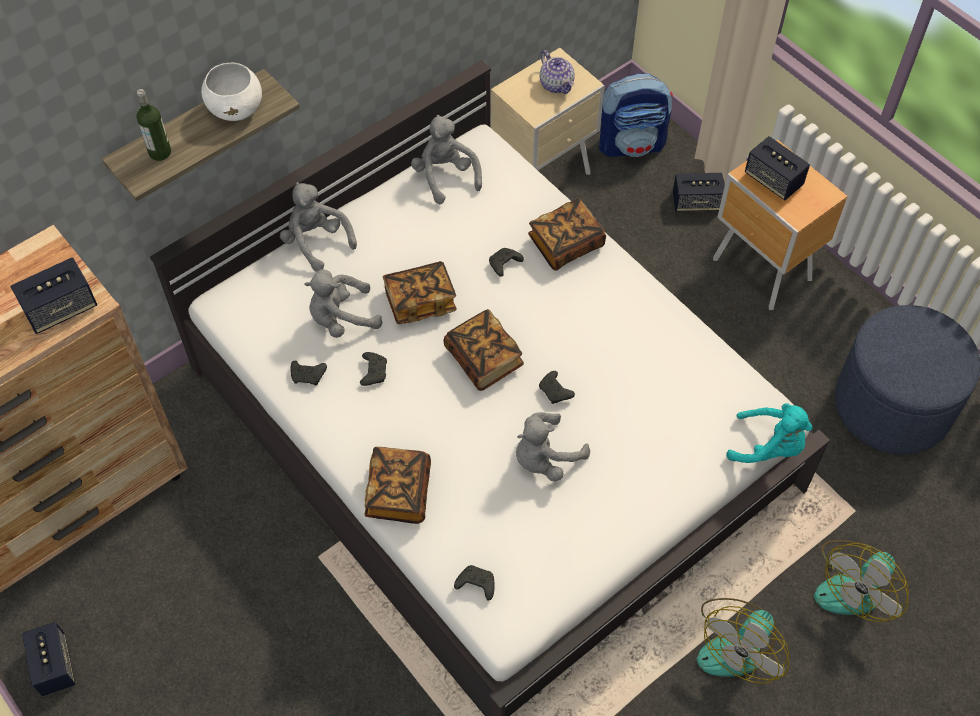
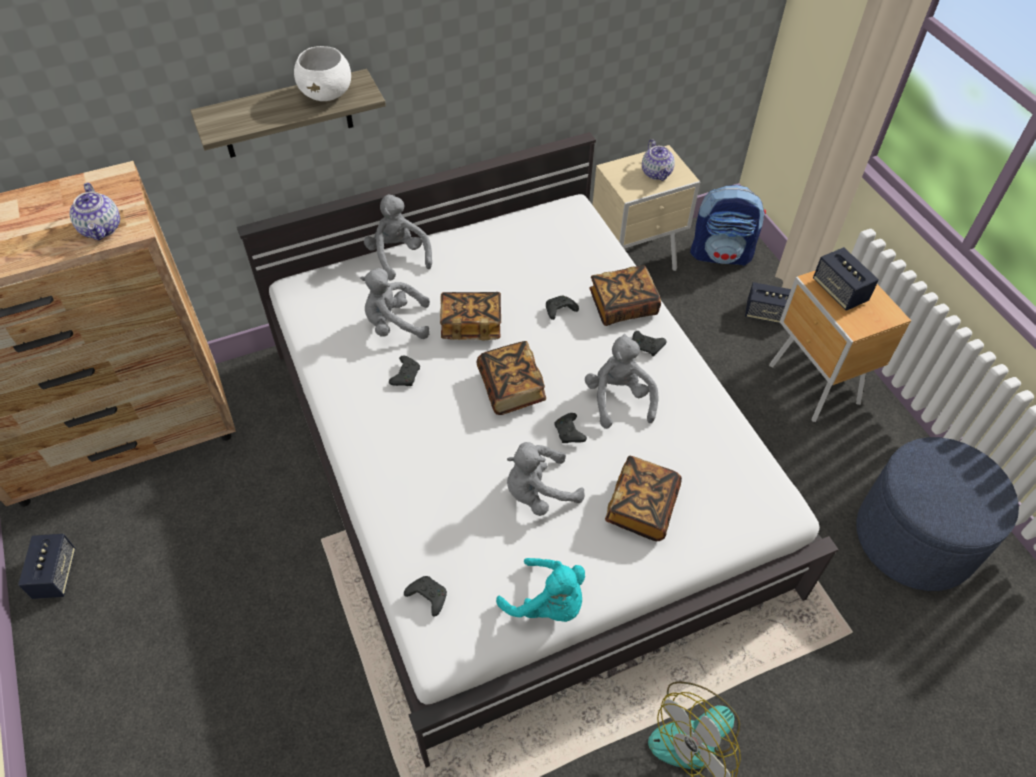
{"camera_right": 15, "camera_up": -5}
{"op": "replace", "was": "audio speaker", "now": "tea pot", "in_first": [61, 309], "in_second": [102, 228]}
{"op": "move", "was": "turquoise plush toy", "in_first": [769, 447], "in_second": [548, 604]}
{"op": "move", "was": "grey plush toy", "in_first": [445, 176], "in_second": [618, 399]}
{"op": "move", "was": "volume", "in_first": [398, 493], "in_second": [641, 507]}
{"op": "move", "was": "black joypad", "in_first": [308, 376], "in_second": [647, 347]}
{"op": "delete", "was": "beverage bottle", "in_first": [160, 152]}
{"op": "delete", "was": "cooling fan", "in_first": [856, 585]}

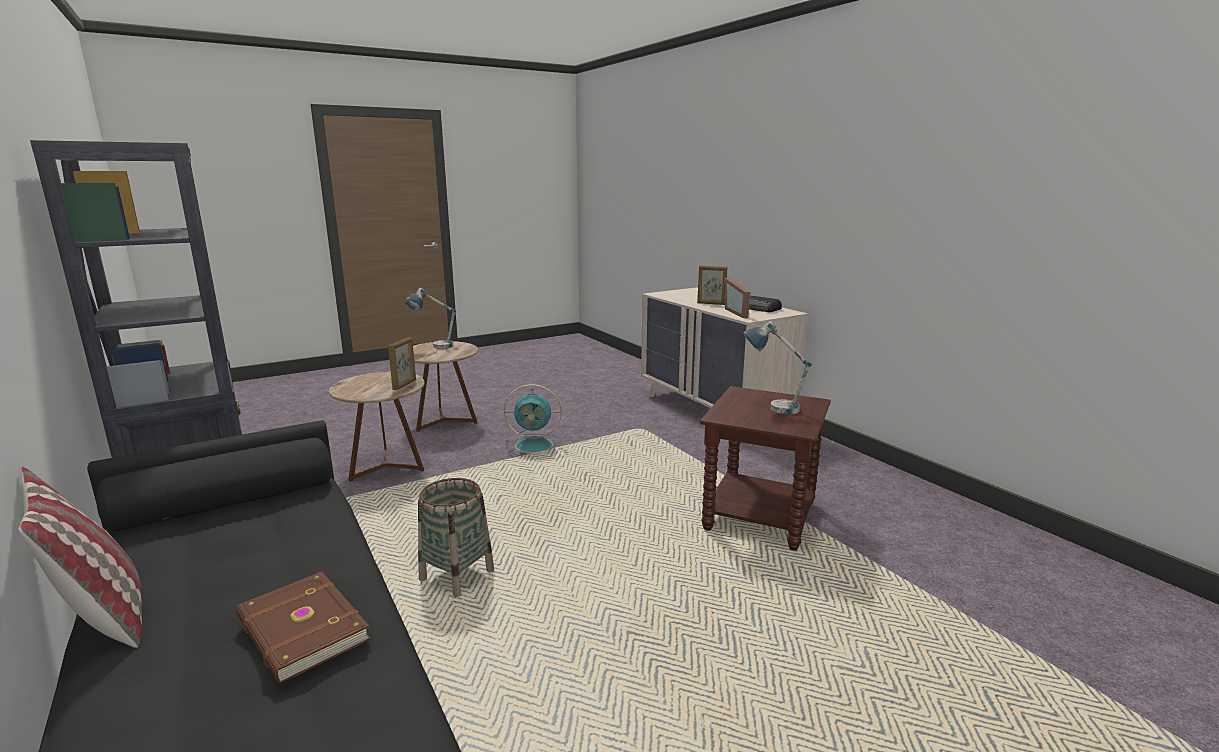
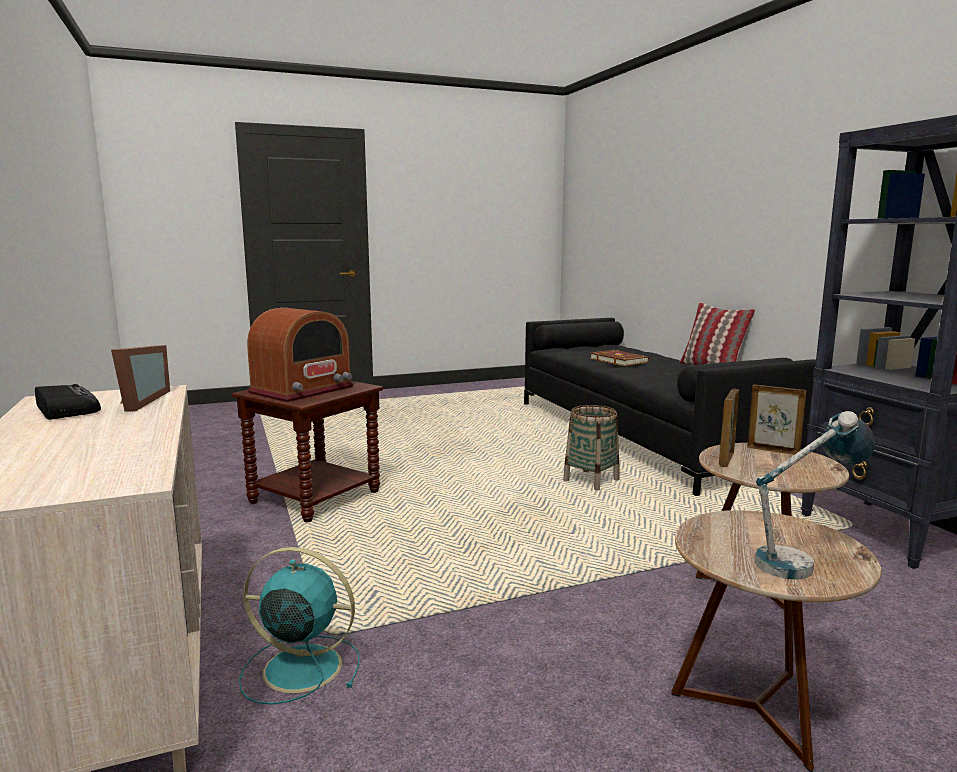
{"camera_right": -170, "camera_up": -5}
{"op": "move", "was": "turquoise cooling fan", "in_first": [536, 445], "in_second": [299, 667]}
{"op": "replace", "was": "table lamp", "now": "radio receiver", "in_first": [771, 407], "in_second": [302, 390]}
{"op": "move", "was": "photo frame", "in_first": [711, 303], "in_second": [773, 450]}

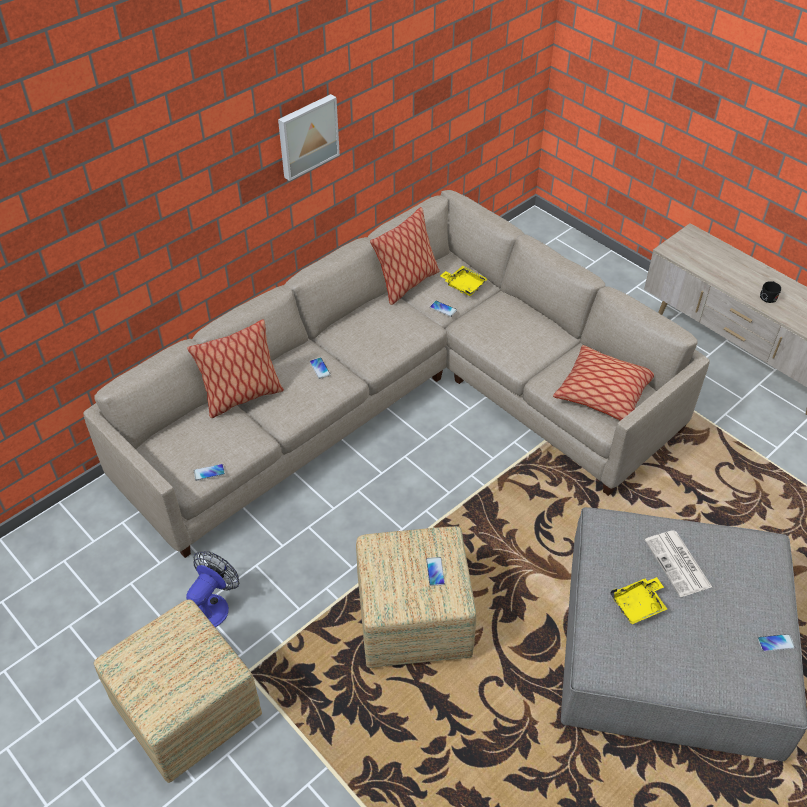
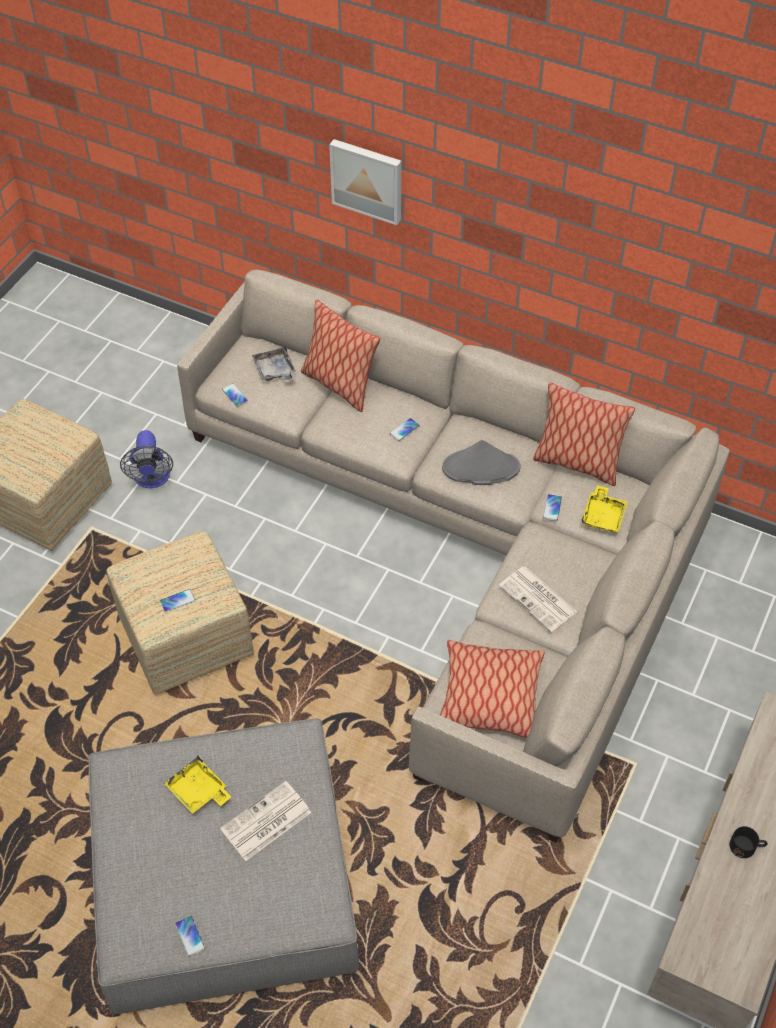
{"camera_right": 70, "camera_up": 5}
{"op": "rotate", "was": "cooling fan", "in_first": [213, 605], "in_second": [152, 479], "clockwise": 75}
{"op": "insert", "now": "grey carrying tray", "in_second": [275, 371]}
{"op": "move", "was": "wall art", "in_first": [307, 136], "in_second": [367, 180]}
{"op": "insert", "now": "grey clothing hat", "in_second": [480, 468]}
{"op": "insert", "now": "printed paper", "in_second": [539, 599]}

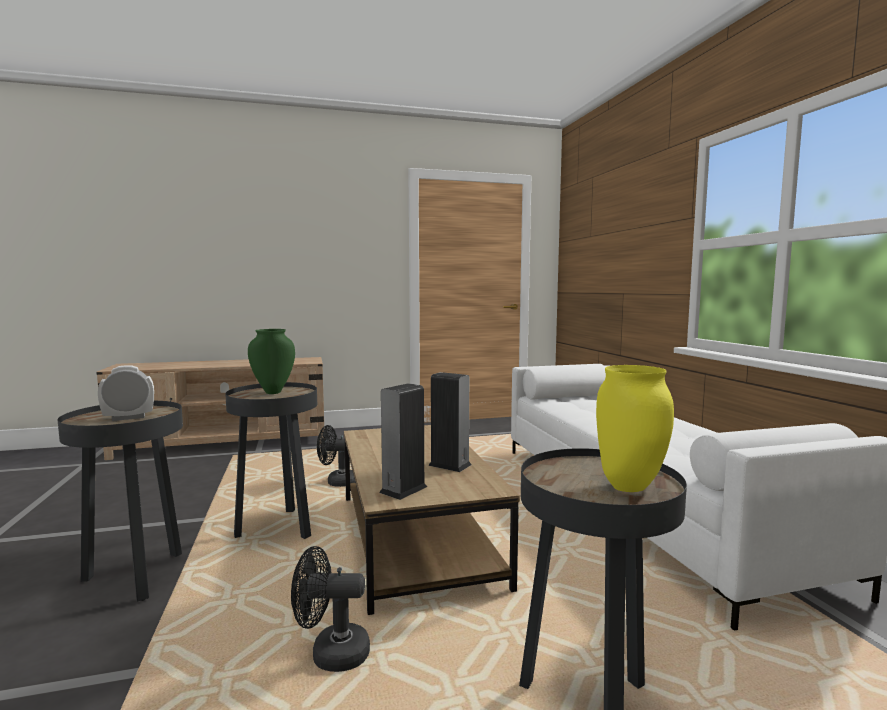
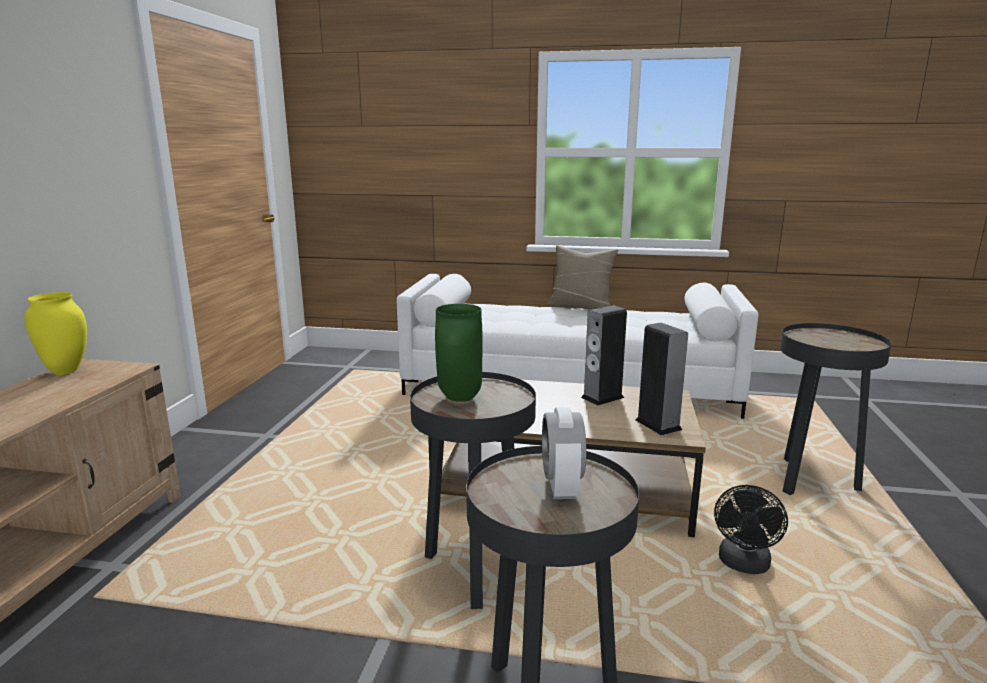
{"camera_right": -65, "camera_up": 10}
{"op": "move", "was": "yellowish vase", "in_first": [627, 487], "in_second": [65, 371]}
{"op": "insert", "now": "sand-coloured pillow", "in_second": [580, 307]}
{"op": "delete", "was": "black cooling fan", "in_first": [337, 482]}

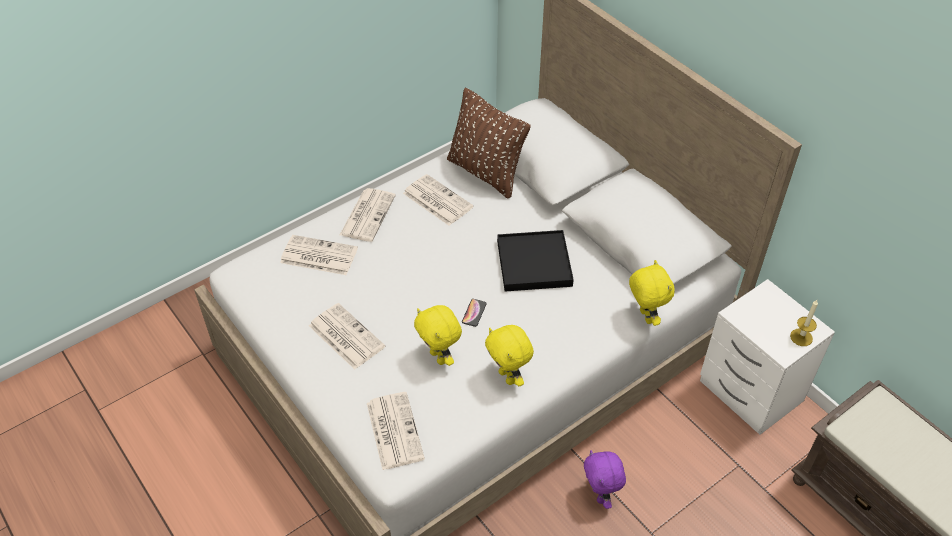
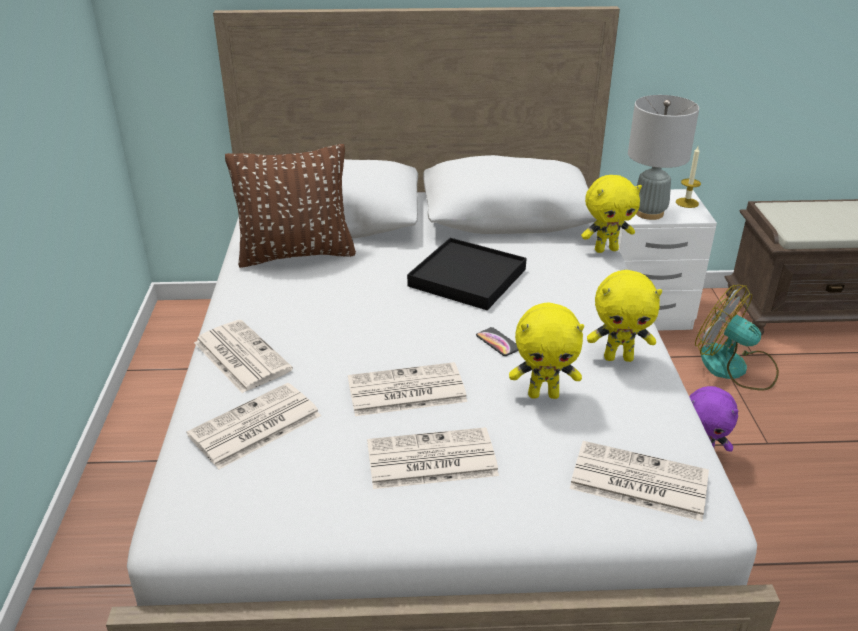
{"camera_right": -55, "camera_up": -15}
{"op": "move", "was": "printed paper", "in_first": [436, 200], "in_second": [405, 391]}
{"op": "rotate", "was": "yellowish plush toy", "in_first": [644, 316], "in_second": [606, 249], "clockwise": 150}
{"op": "insert", "now": "grey table lamp", "in_second": [649, 213]}
{"op": "insert", "now": "cooling fan", "in_second": [734, 368]}

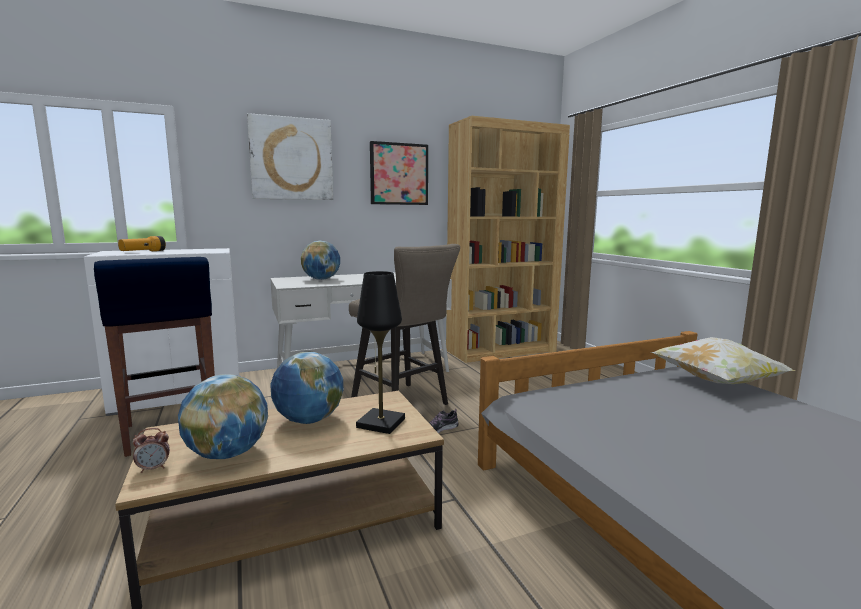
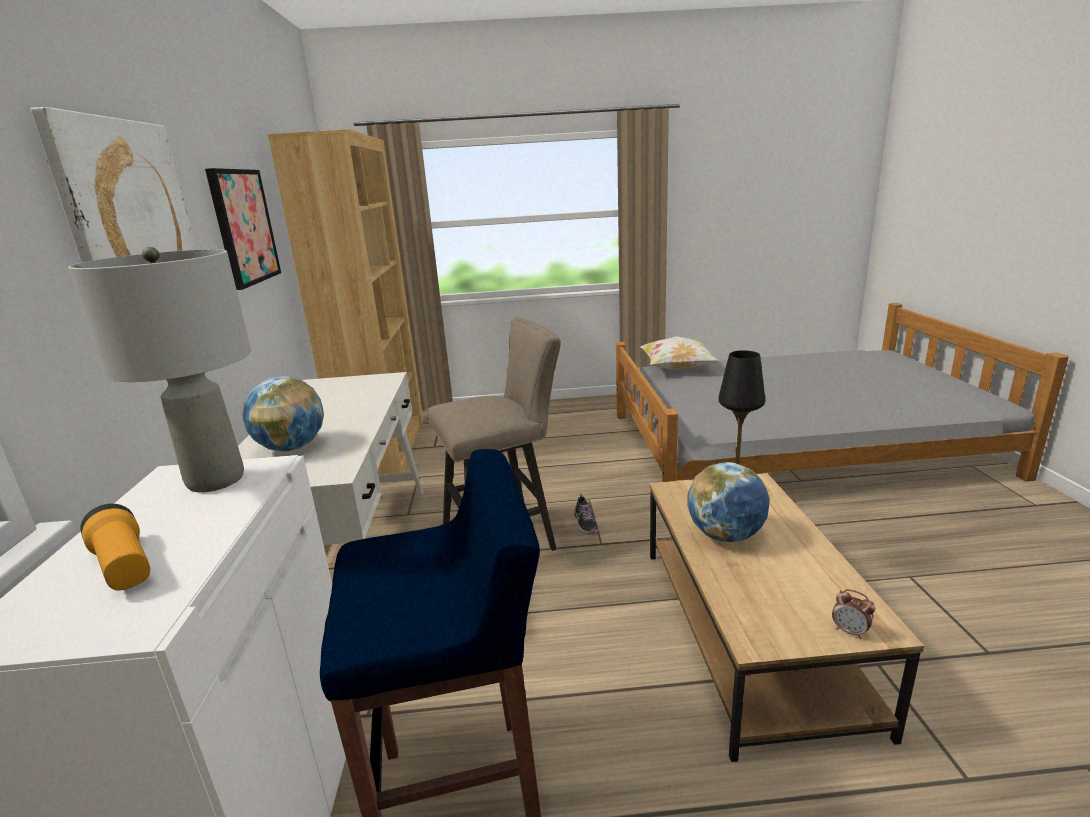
{"camera_right": -70, "camera_up": 10}
{"op": "insert", "now": "grey table lamp", "in_second": [215, 480]}
{"op": "rotate", "was": "bedside clock", "in_first": [154, 468], "in_second": [850, 631], "clockwise": 135}
{"op": "delete", "was": "desk globe", "in_first": [227, 454]}

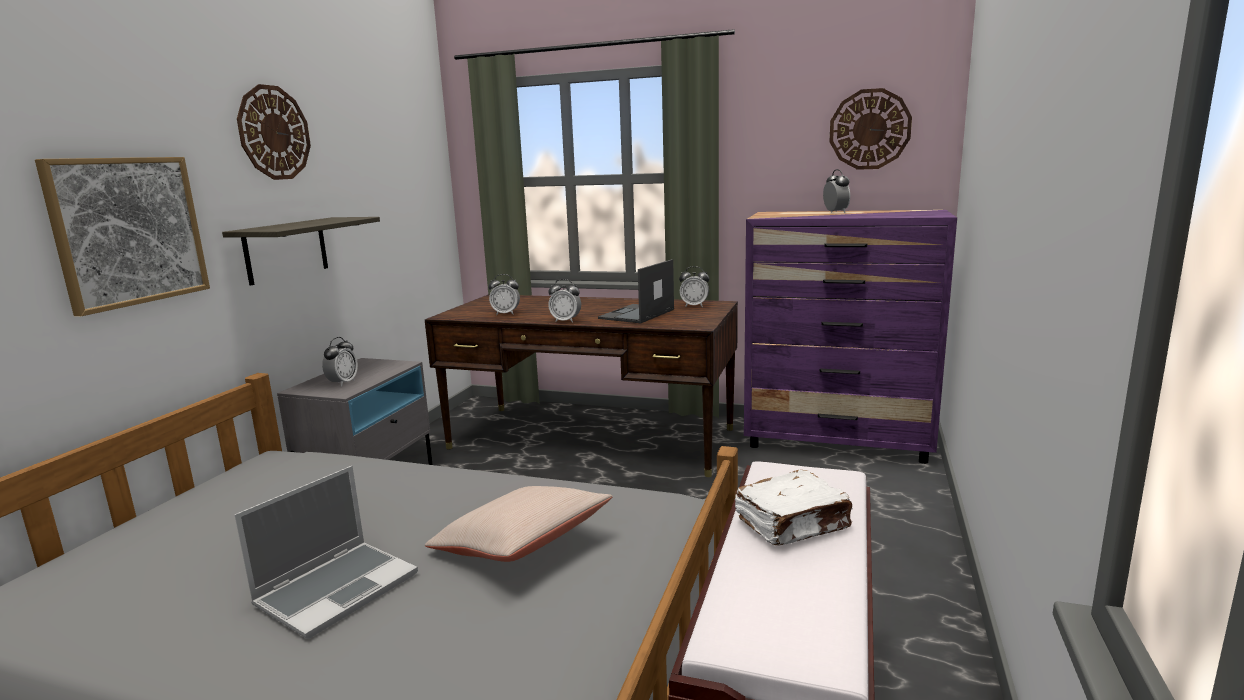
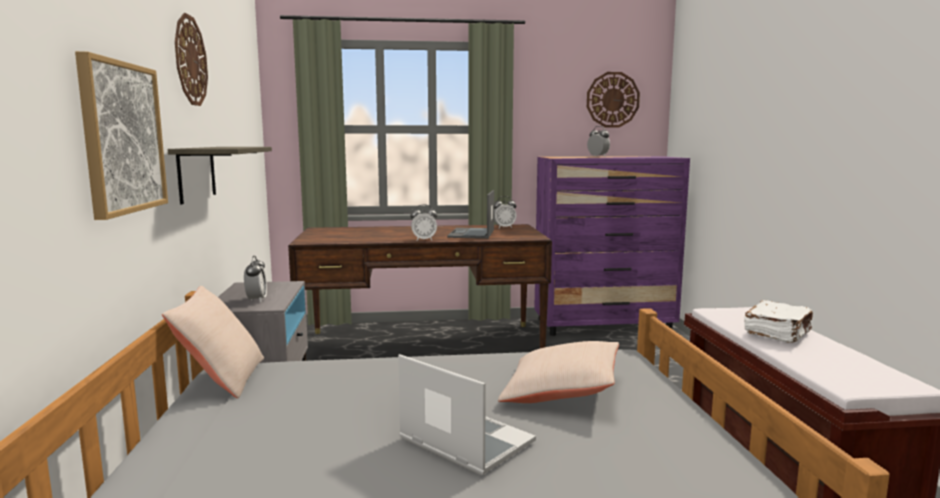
{"camera_right": -25, "camera_up": -5}
{"op": "insert", "now": "sand-coloured pillow", "in_second": [221, 378]}
{"op": "rotate", "was": "notebook computer", "in_first": [338, 588], "in_second": [464, 441], "clockwise": -60}
{"op": "delete", "was": "bedside clock", "in_first": [506, 314]}

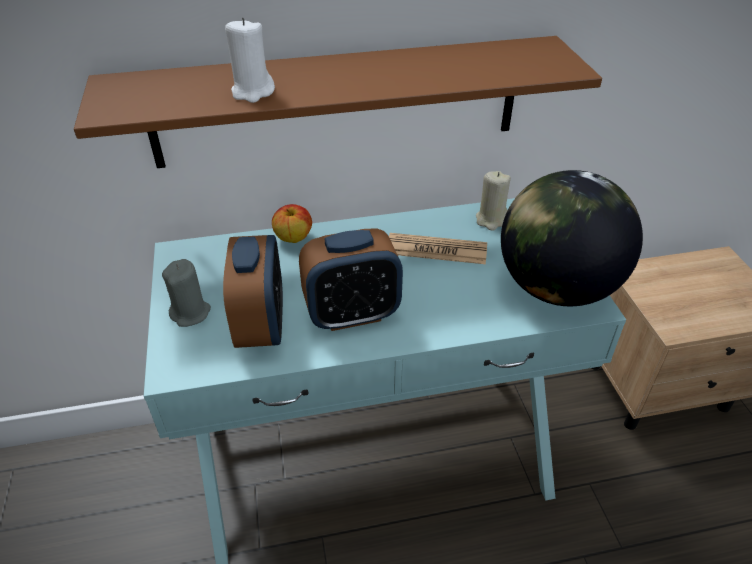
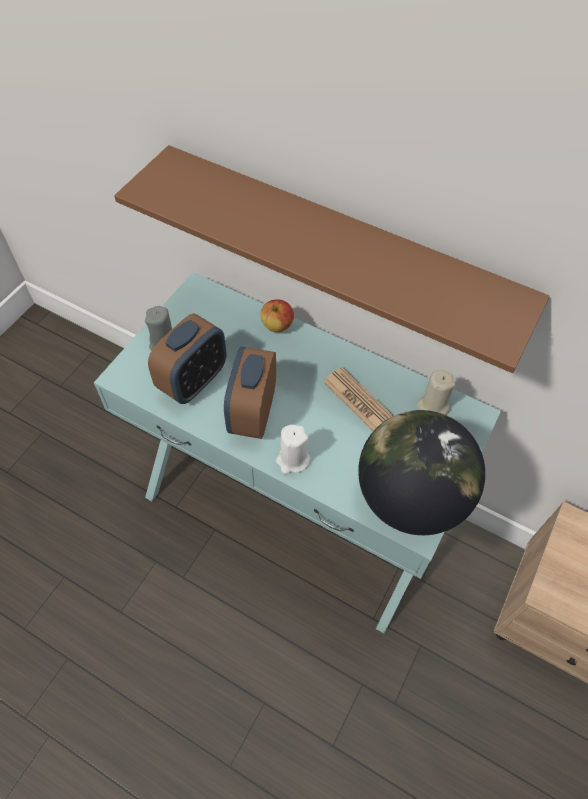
{"camera_right": 40, "camera_up": 15}
{"op": "rotate", "was": "bedside clock", "in_first": [352, 314], "in_second": [252, 413], "clockwise": 75}
{"op": "move", "was": "whitish wax candle", "in_first": [252, 92], "in_second": [292, 460]}

